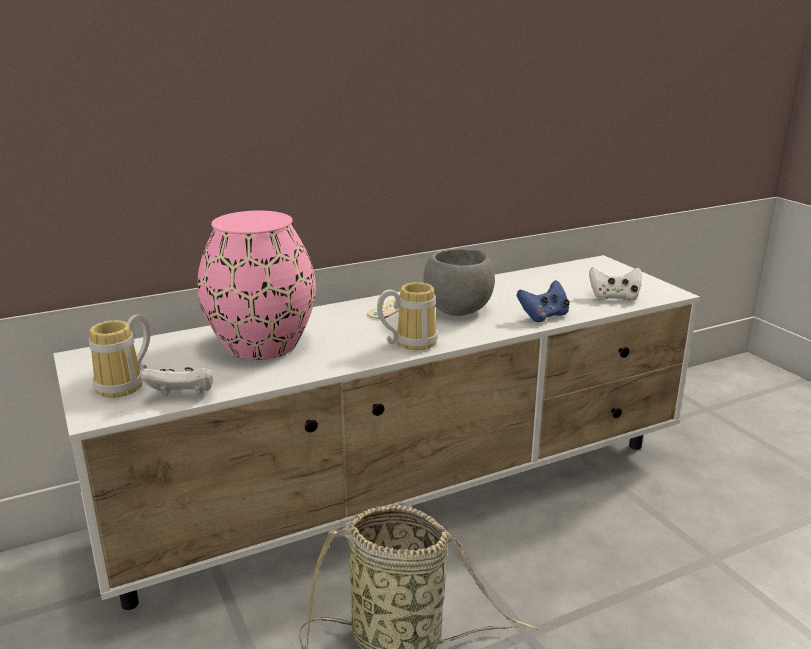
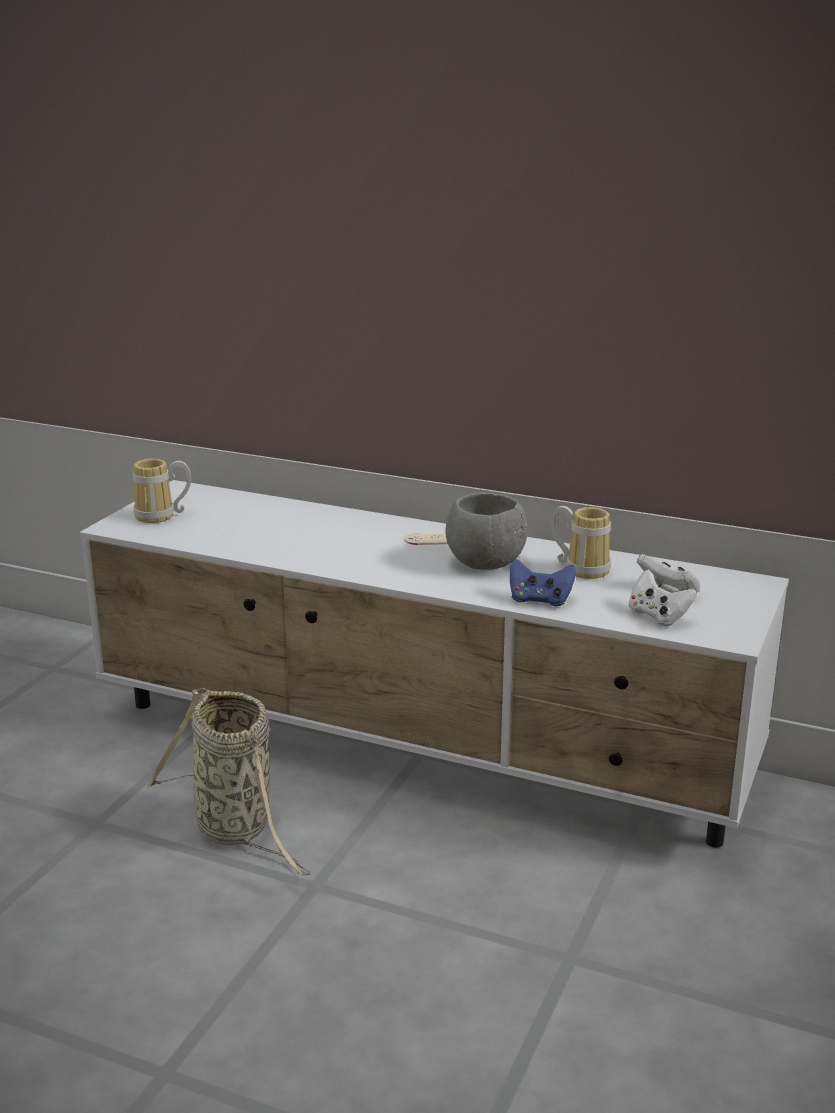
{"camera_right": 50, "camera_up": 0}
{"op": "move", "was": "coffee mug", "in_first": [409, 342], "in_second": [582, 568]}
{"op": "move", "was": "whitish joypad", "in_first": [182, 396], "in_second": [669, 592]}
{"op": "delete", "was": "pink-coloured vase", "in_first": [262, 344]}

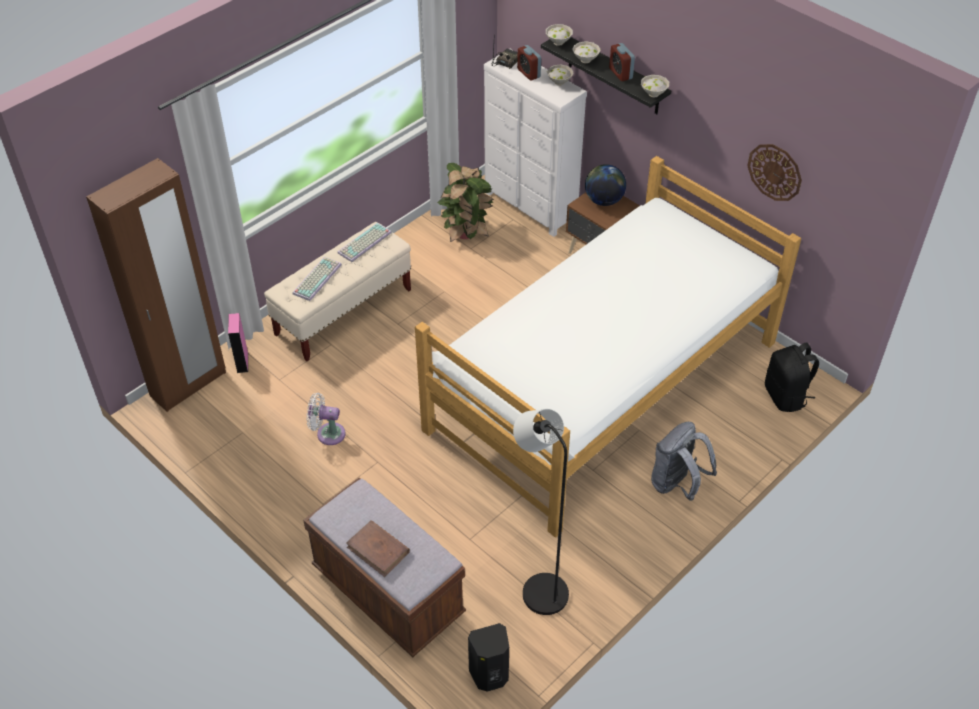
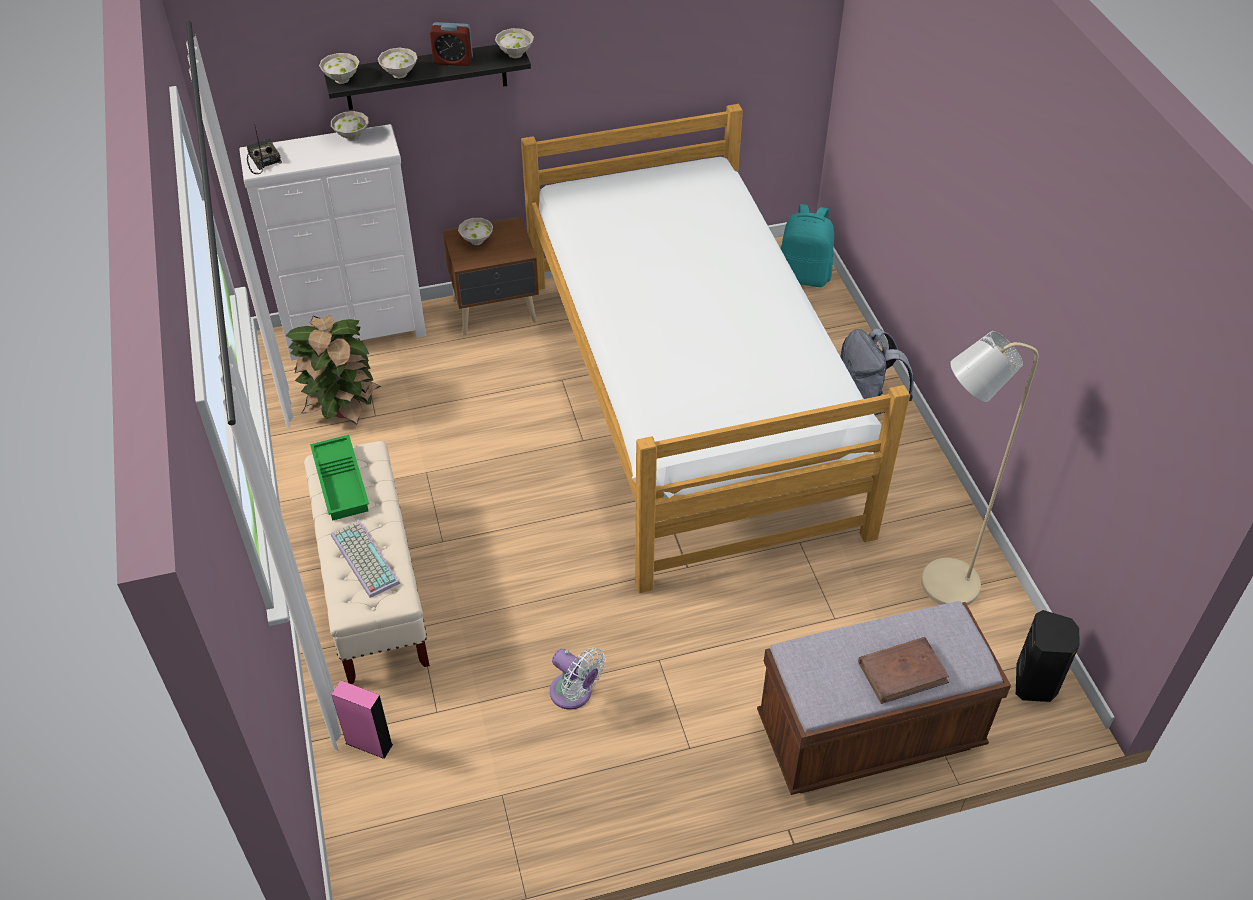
{"camera_right": -60, "camera_up": 0}
{"op": "replace", "was": "PC keyboard", "now": "greenish carrying tray", "in_first": [365, 243], "in_second": [342, 482]}
{"op": "replace", "was": "desk globe", "now": "whitish serving bowl", "in_first": [603, 200], "in_second": [476, 241]}
{"op": "rotate", "was": "whitish cooling fan", "in_first": [328, 433], "in_second": [574, 694], "clockwise": -90}
{"op": "recolor", "was": "black rucksack", "now": "turquoise rucksack", "in_first": [786, 397], "in_second": [804, 276]}
{"op": "recolor", "was": "black floor lamp", "now": "sand-coloured floor lamp", "in_first": [539, 588], "in_second": [938, 585]}
{"op": "delete", "was": "brownish wardrobe", "in_first": [188, 385]}
{"op": "delete", "was": "bedside clock", "in_first": [528, 73]}
{"op": "delete", "was": "clock on the wall", "in_first": [775, 172]}

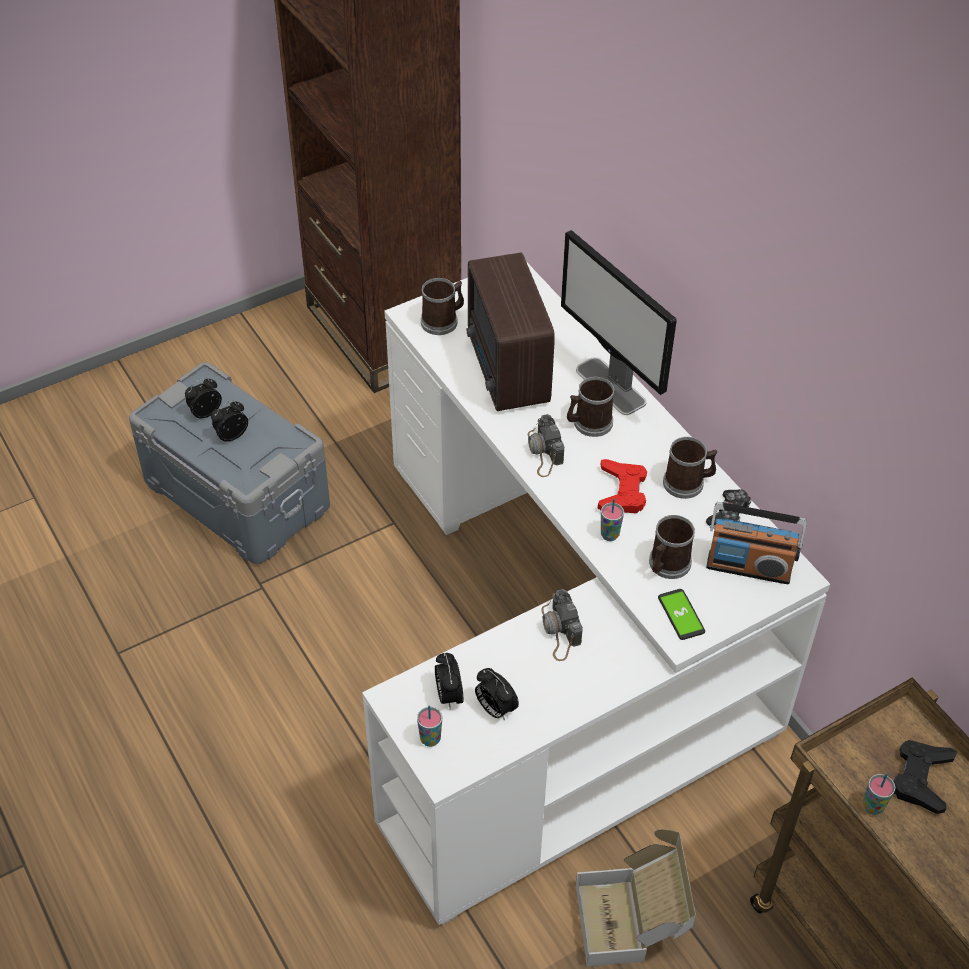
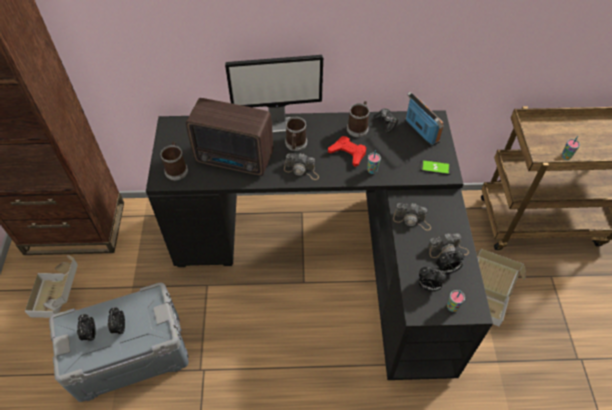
{"camera_right": -60, "camera_up": 5}
{"op": "insert", "now": "carton", "in_second": [61, 298]}
{"op": "recolor", "was": "whitish desk unit", "now": "black desk unit", "in_first": [560, 651], "in_second": [331, 252]}
{"op": "rotate", "was": "radio receiver", "in_first": [748, 567], "in_second": [421, 131], "clockwise": -75}
{"op": "insert", "now": "photo camera", "in_second": [447, 250]}
{"op": "delete", "was": "coffee mug", "in_first": [667, 565]}
{"op": "delete", "was": "black joypad", "in_first": [921, 778]}

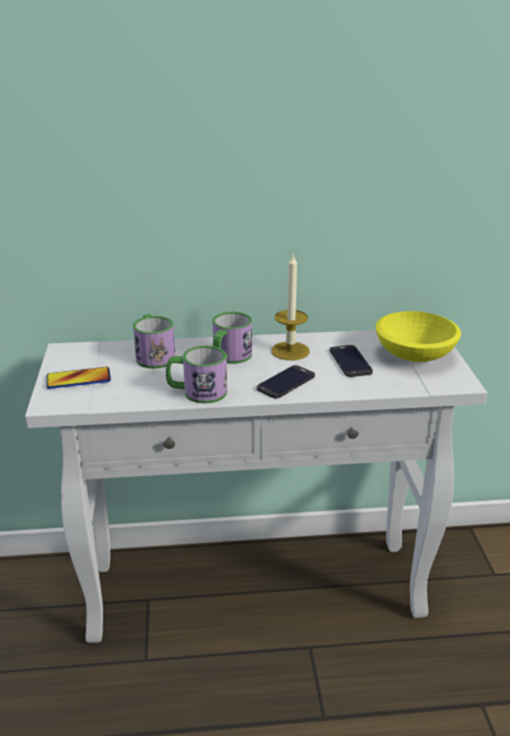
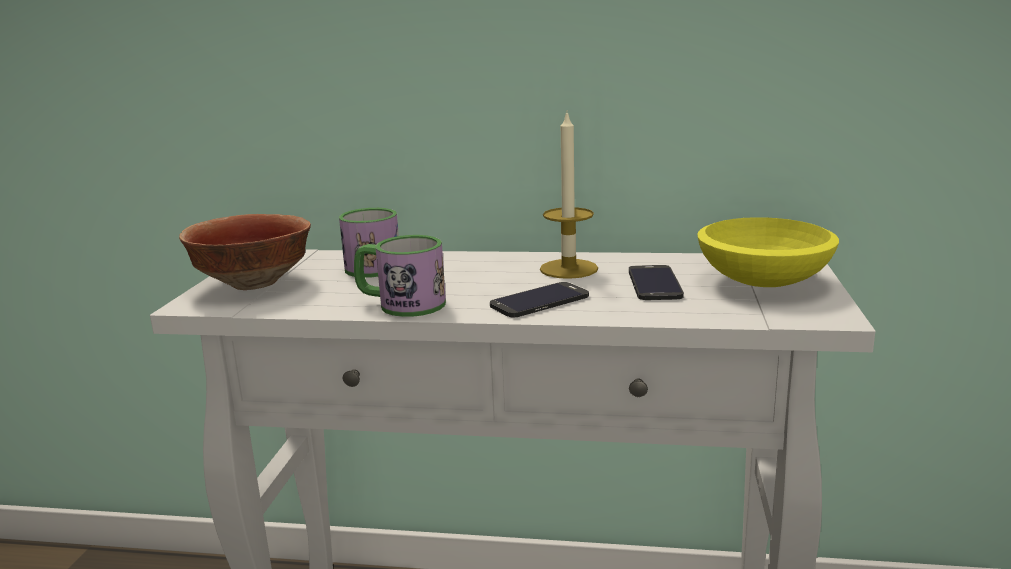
{"camera_right": 15, "camera_up": -10}
{"op": "replace", "was": "telephone", "now": "serving bowl", "in_first": [78, 379], "in_second": [254, 282]}
{"op": "delete", "was": "coffee mug", "in_first": [229, 357]}

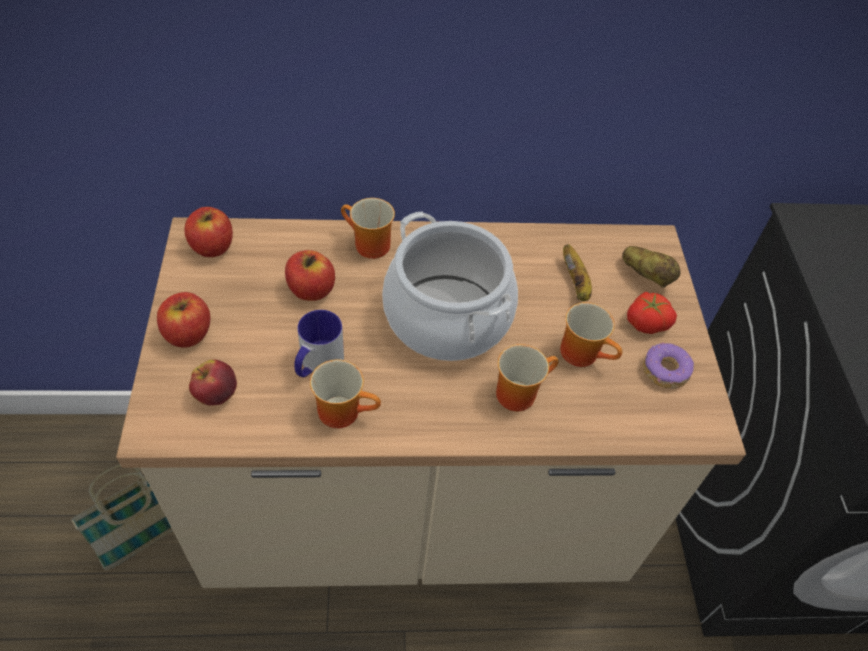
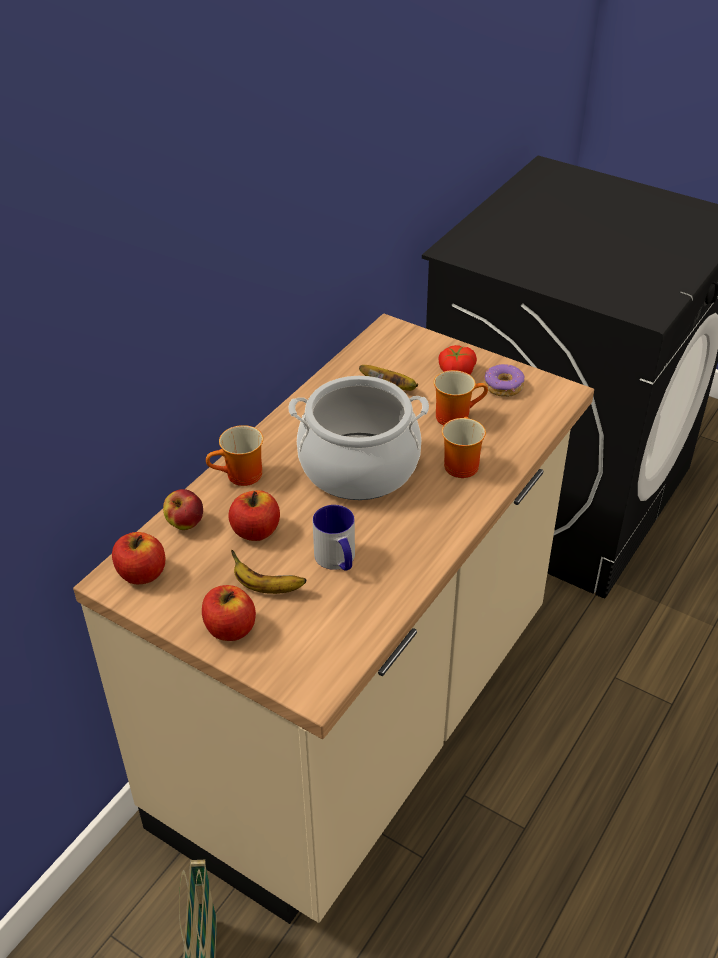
{"camera_right": -50, "camera_up": -10}
{"op": "move", "was": "apple", "in_first": [216, 394], "in_second": [185, 523]}
{"op": "insert", "now": "banana", "in_second": [266, 587]}
{"op": "delete", "was": "coffee mug", "in_first": [344, 410]}
{"op": "delete", "was": "potato", "in_first": [646, 275]}

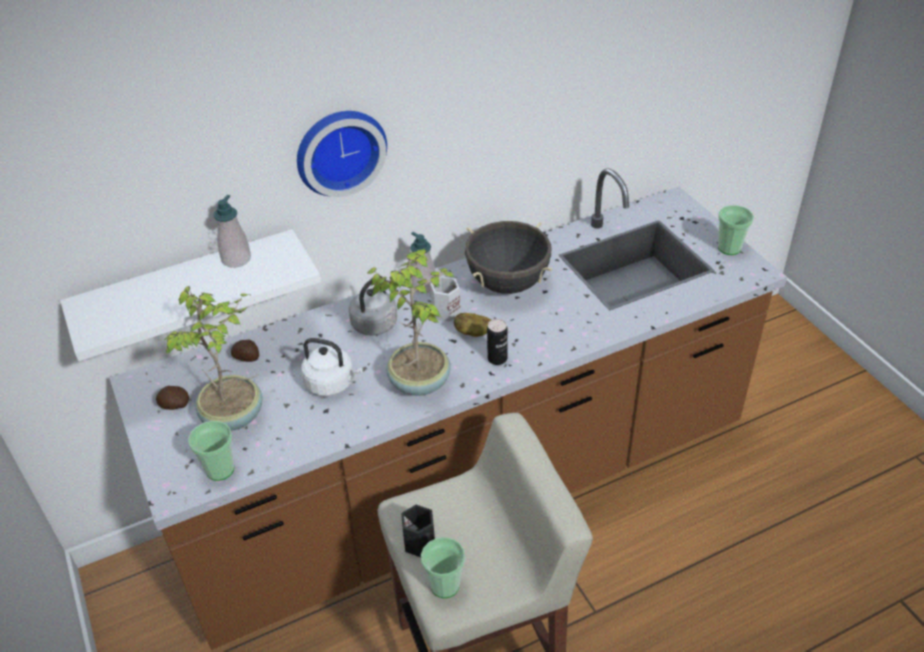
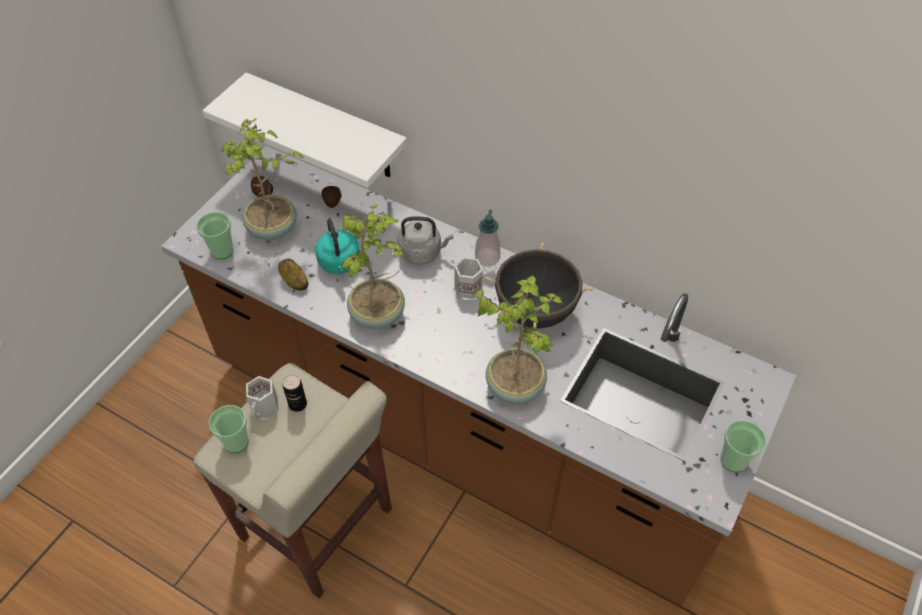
{"camera_right": 55, "camera_up": 10}
{"op": "recolor", "was": "black coffee mug", "now": "whitish coffee mug", "in_first": [421, 543], "in_second": [265, 407]}
{"op": "move", "was": "potato", "in_first": [473, 332], "in_second": [294, 281]}
{"op": "move", "was": "sealed can", "in_first": [497, 358], "in_second": [297, 404]}
{"op": "recolor", "was": "whitish water kettle", "now": "turquoise water kettle", "in_first": [332, 384], "in_second": [340, 263]}
{"op": "insert", "now": "potted plant", "in_second": [515, 384]}
{"op": "delete", "was": "liquid soap bottle", "in_first": [236, 259]}
{"op": "delete", "was": "clock on the wall", "in_first": [339, 150]}

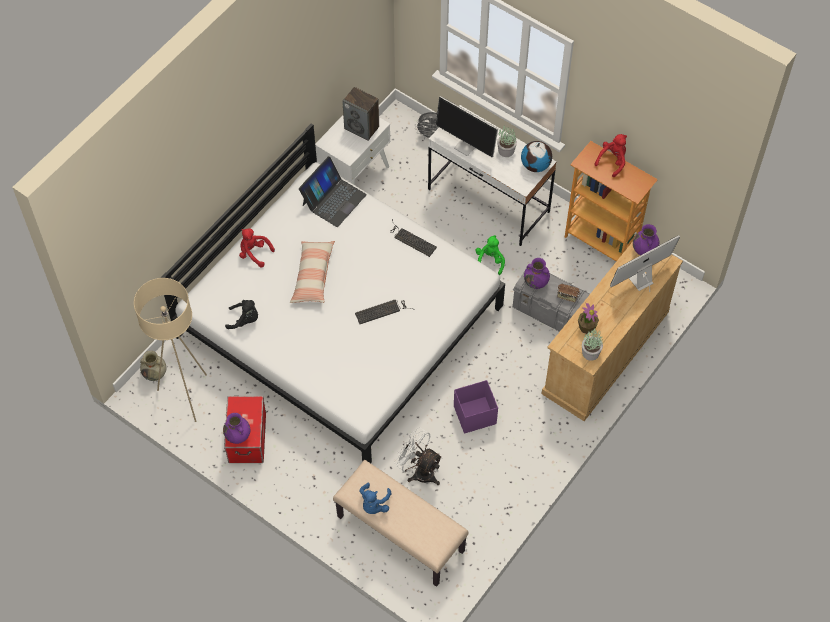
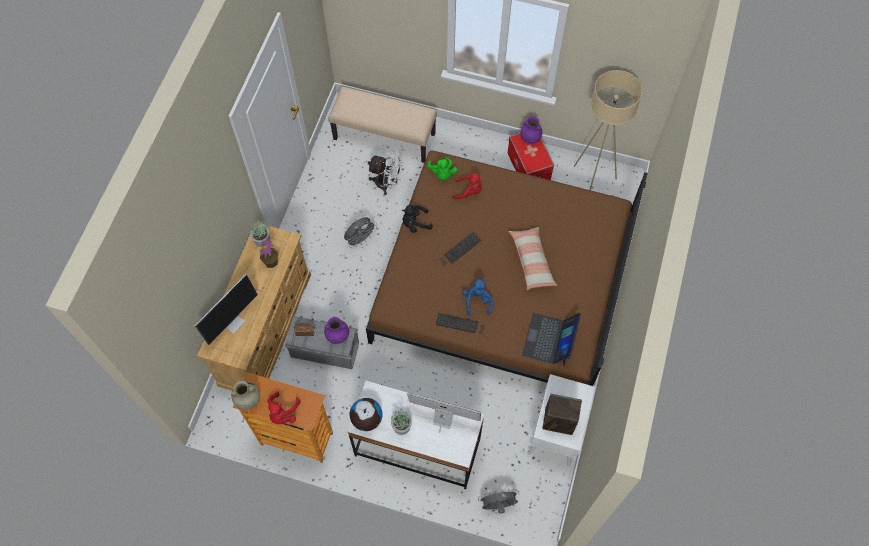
{"camera_right": 160, "camera_up": 5}
{"op": "move", "was": "sand-coloured vase", "in_first": [155, 374], "in_second": [247, 400]}
{"op": "replace", "was": "purple-coloured storage box", "now": "grey cooling fan", "in_first": [474, 415], "in_second": [360, 239]}
{"op": "recolor", "was": "whitish bed", "now": "brownish bed", "in_first": [340, 320], "in_second": [502, 282]}
{"op": "move", "was": "black plush toy", "in_first": [245, 320], "in_second": [415, 223]}
{"op": "move", "was": "greenish plush toy", "in_first": [490, 261], "in_second": [442, 173]}
{"op": "move", "was": "red-coloured plush toy", "in_first": [254, 253], "in_second": [469, 191]}
{"op": "move", "was": "blue-coloured plush toy", "in_first": [374, 504], "in_second": [477, 301]}
{"op": "delete", "was": "purple-coloured vase", "in_first": [644, 250]}

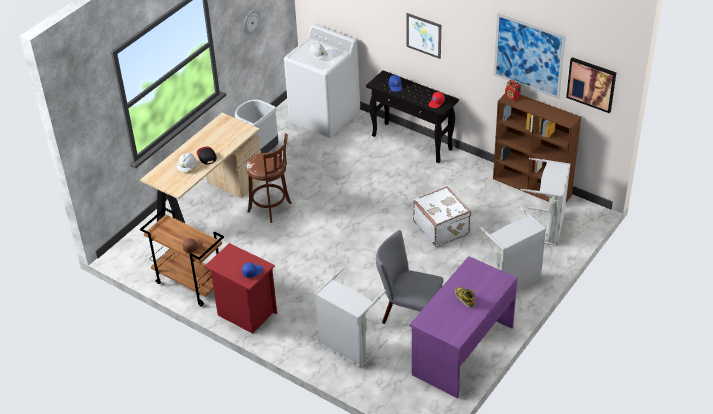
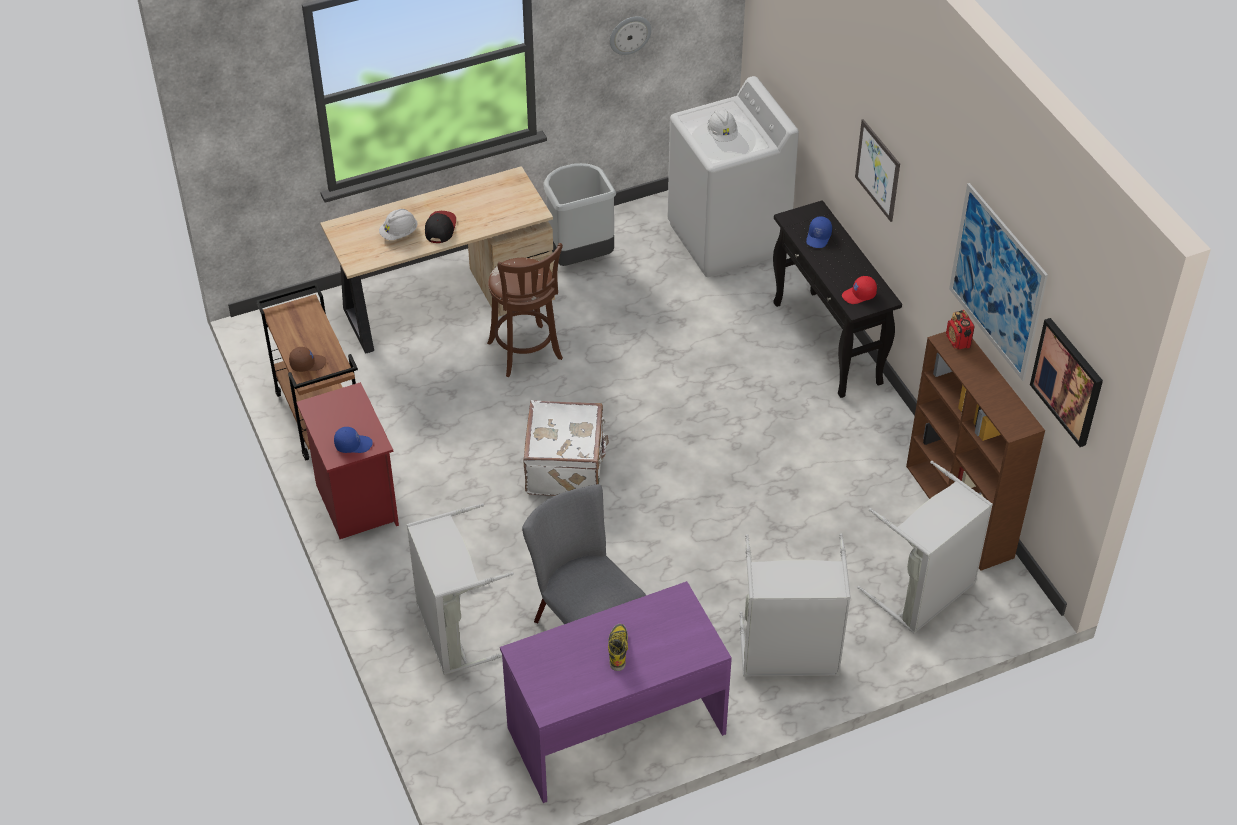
{"camera_right": 30, "camera_up": 5}
{"op": "move", "was": "whitish piece of luggage", "in_first": [441, 227], "in_second": [566, 467]}

